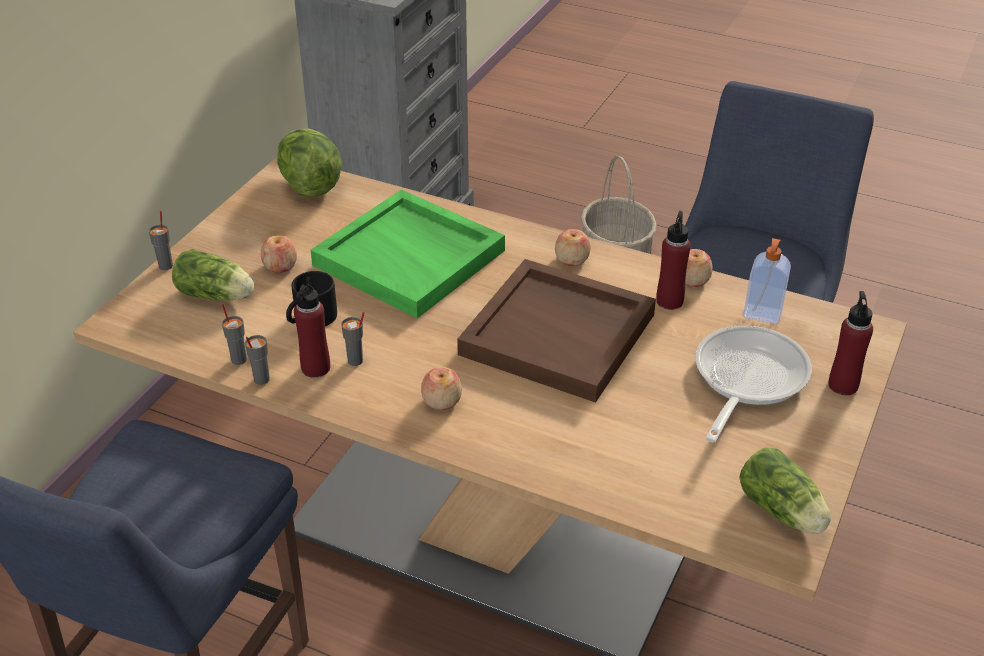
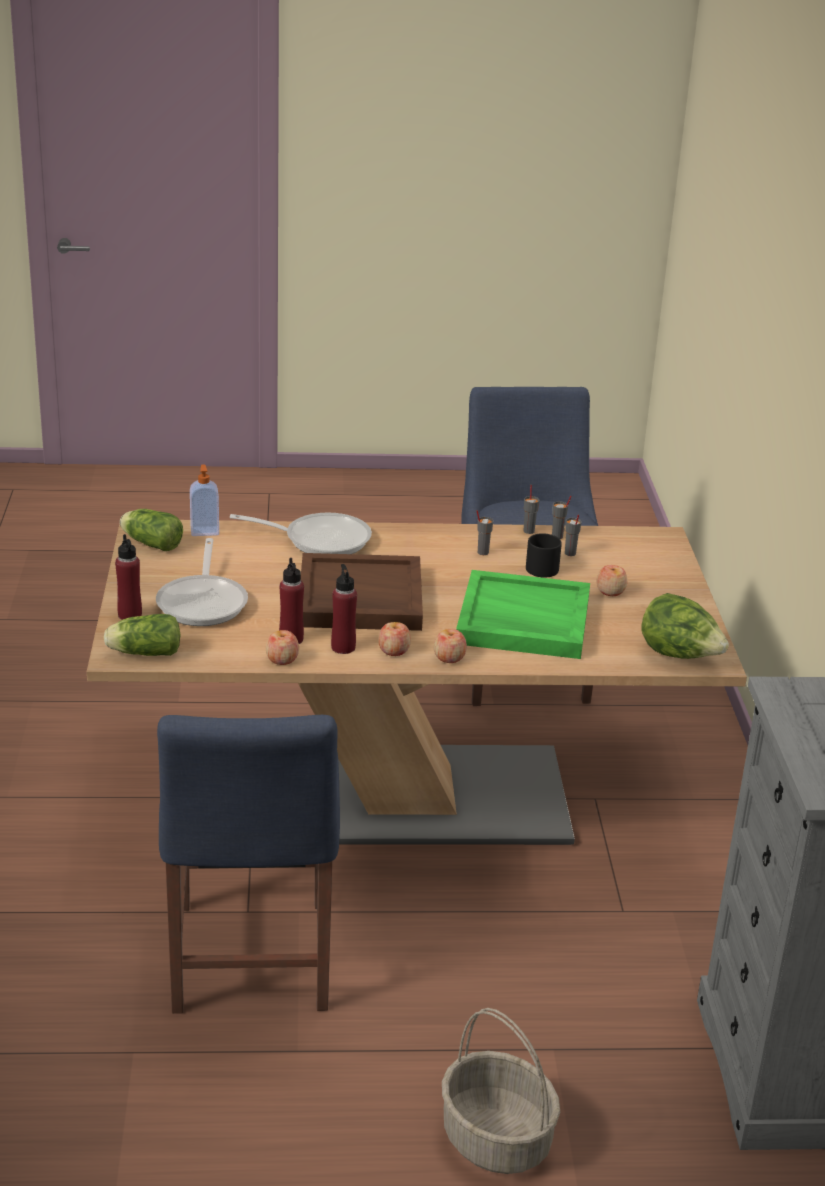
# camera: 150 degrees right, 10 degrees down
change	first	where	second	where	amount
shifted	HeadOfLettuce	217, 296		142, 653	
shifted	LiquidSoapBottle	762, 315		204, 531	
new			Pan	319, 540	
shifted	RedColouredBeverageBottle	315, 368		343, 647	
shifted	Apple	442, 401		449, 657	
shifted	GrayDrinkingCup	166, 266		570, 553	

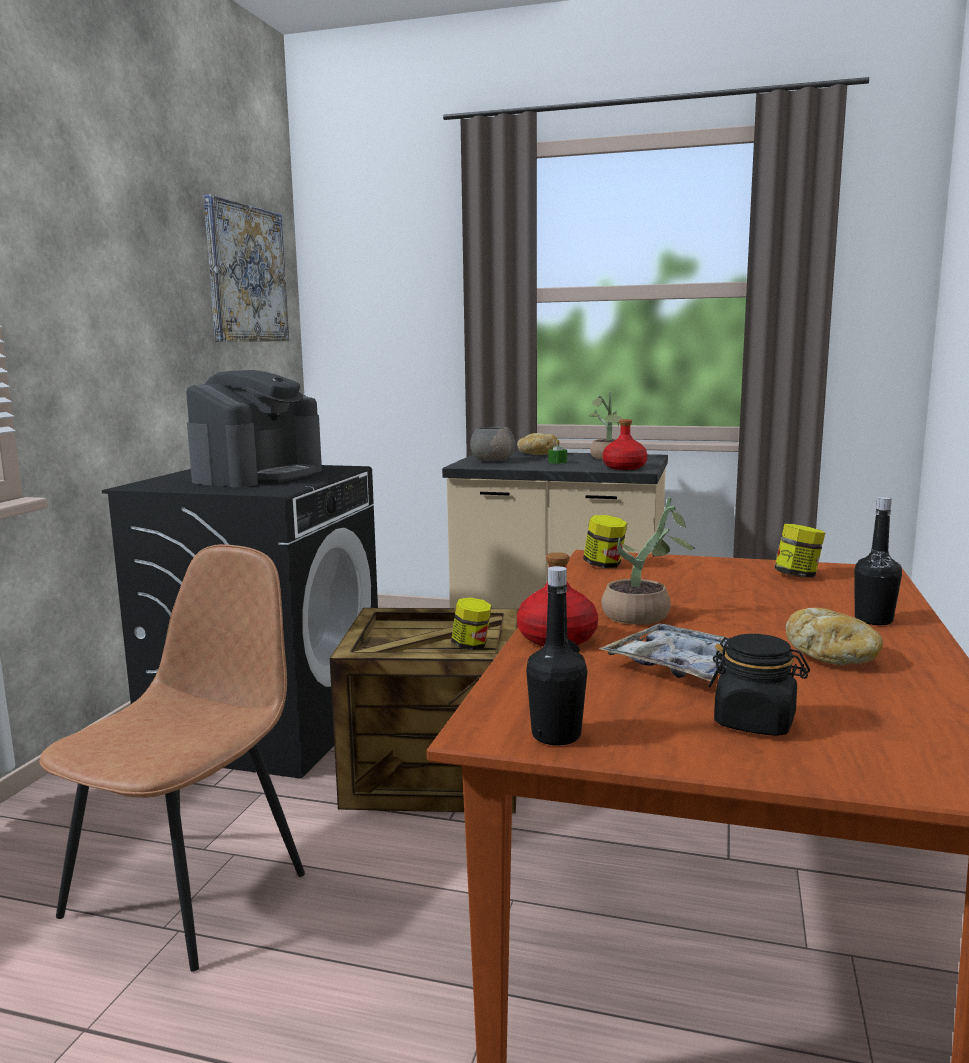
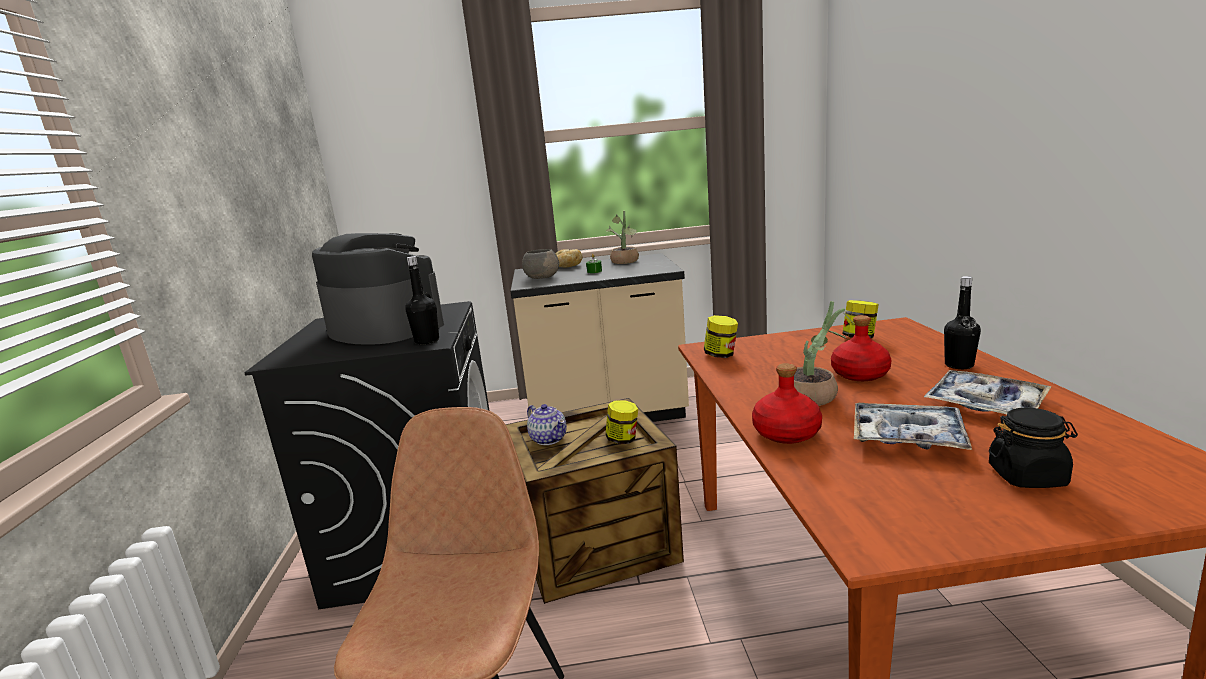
# camera: 20 degrees left, 5 degrees up
change	first	where	second	where	amount
rotated	CoffeeMaker	258, 475		384, 328	60 degrees counterclockwise
shifted	BlackishBeverageBottle	556, 735		427, 341	
new			TeaPot	548, 439	
shifted	RedColouredBeverageBottle	624, 467		859, 374	
swapped	BakedBread	833, 658	Tray	985, 404	
gone	Picture	246, 274			

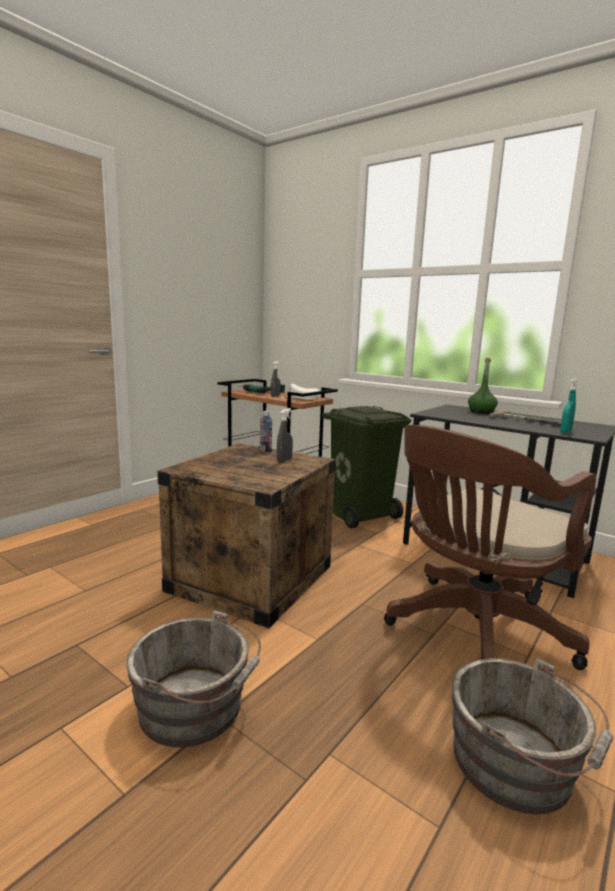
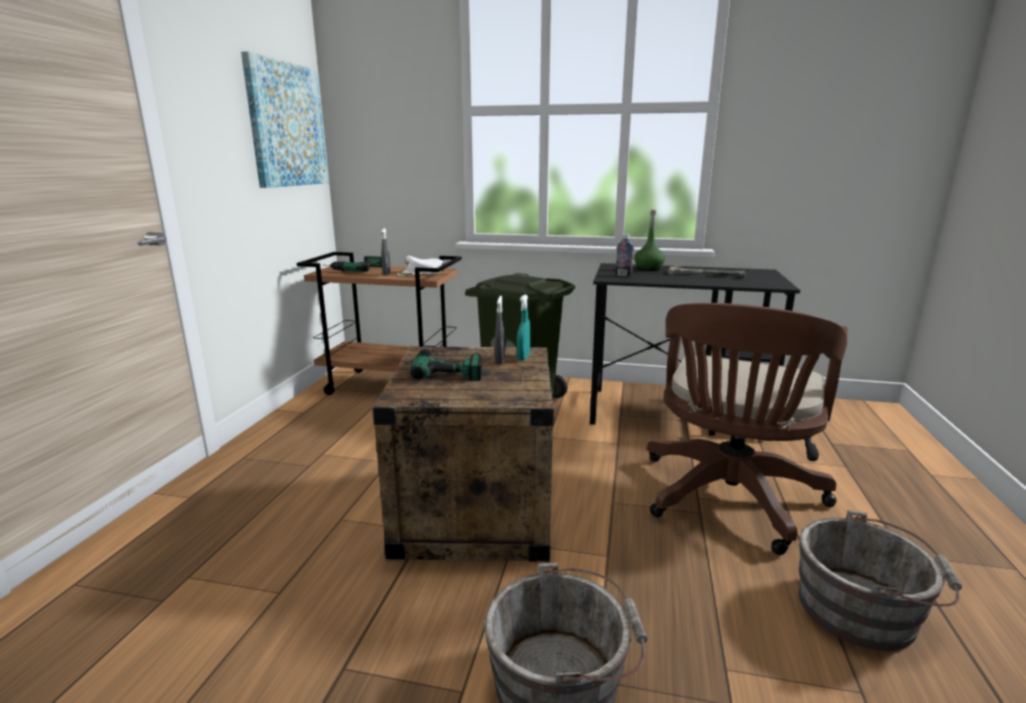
# camera: 25 degrees left, 5 degrees up
change	first	where	second	where	amount
new			Picture	286, 125	
new			Drill	448, 367	
shifted	BlueGreenSprayBottle	565, 432		523, 357	
shifted	BeverageBottle	265, 450		623, 275	

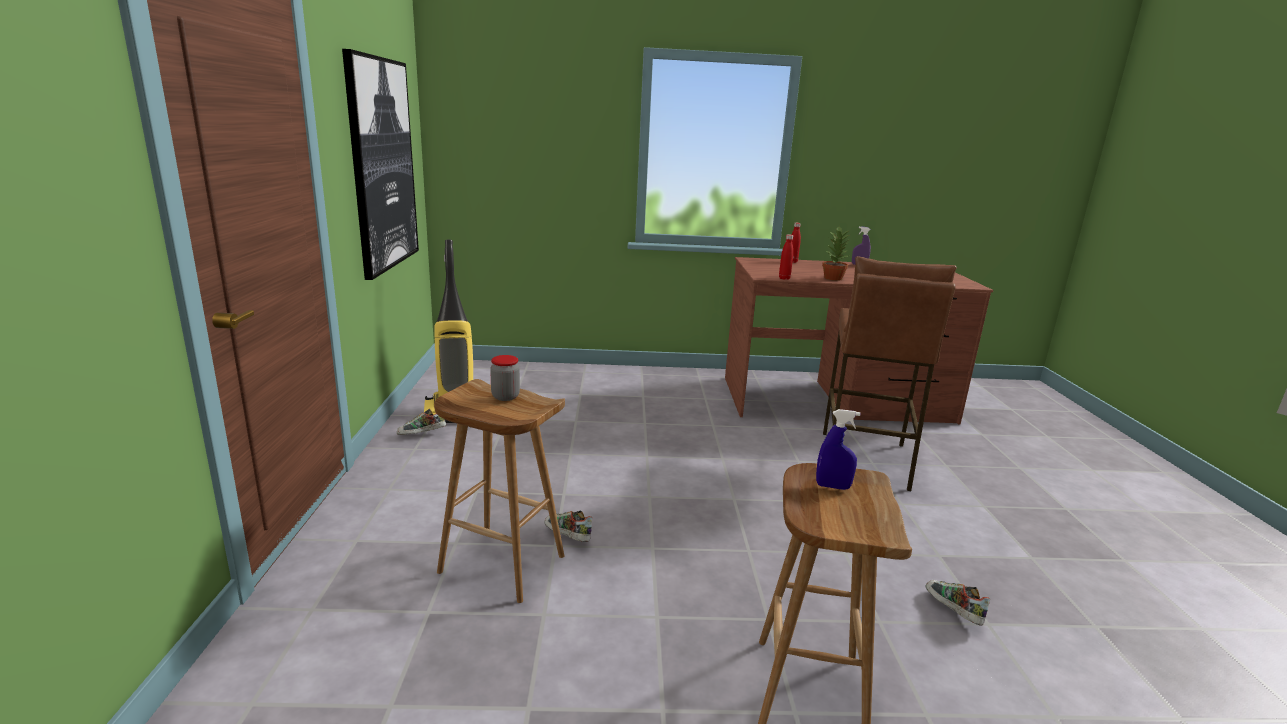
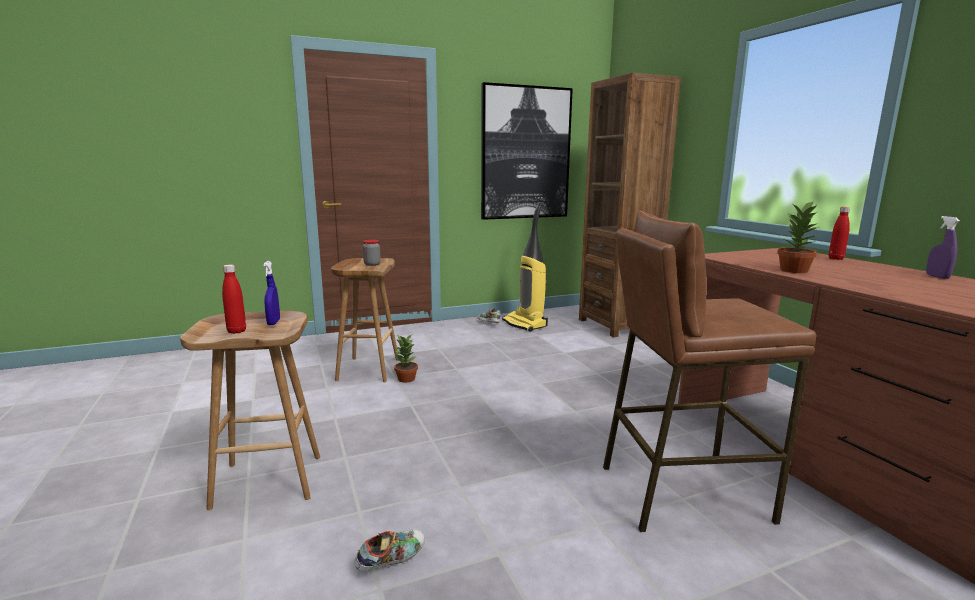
# camera: 70 degrees right, 5 degrees down
change	first	where	second	where	amount
shifted	RedColouredBeverageBottle	784, 278		236, 331	
swapped	ItemOfFootwear	567, 537	PottedPlant	406, 379	
new			BrownBookshelf	616, 325	

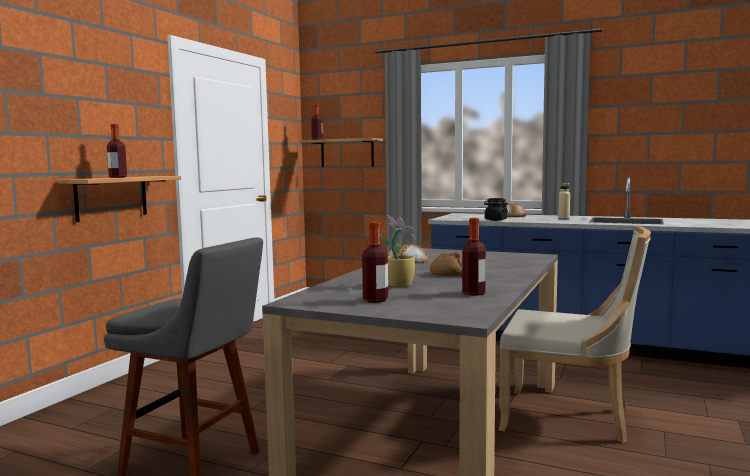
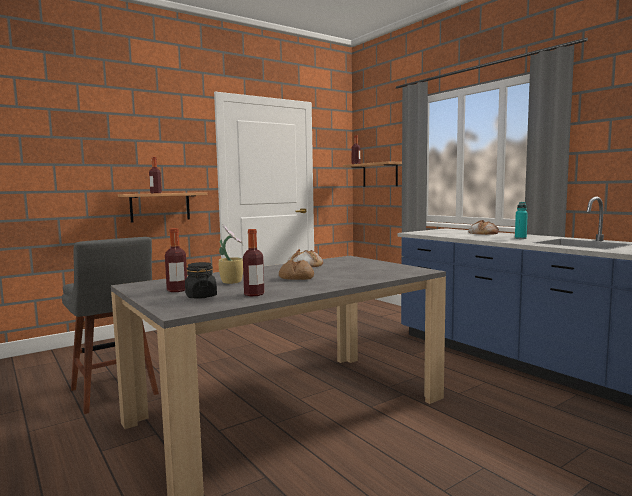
# camera: 30 degrees right, 0 degrees up
change	first	where	second	where	amount
shifted	BlackishPreserveJar	495, 220		201, 296	
repainted	SandColouredBeverageBottle	564, 219	BlueGreenBeverageBottle	520, 238	
gone	SandColouredPlainChair	570, 418			

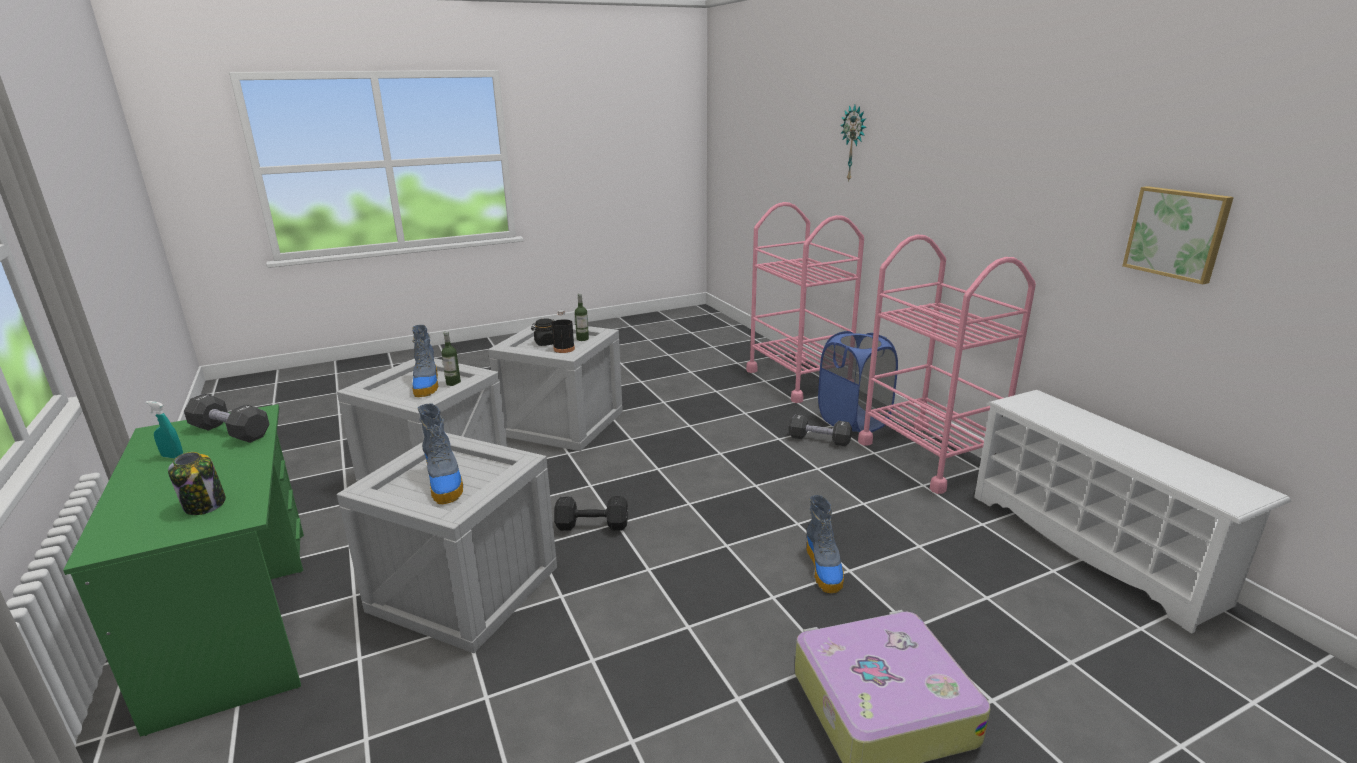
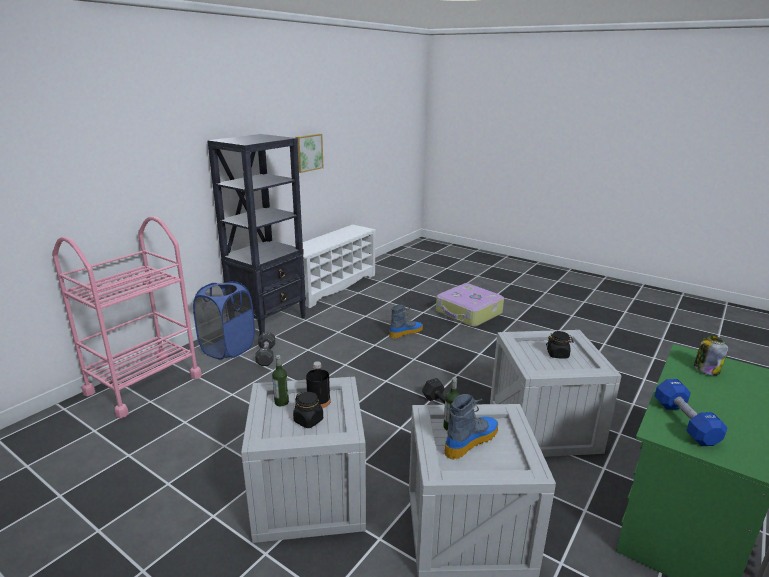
# camera: 120 degrees left, 0 degrees up
change	first	where	second	where	amount
swapped	PinkishCart	928, 456	BlackishBookshelf	269, 321	
swapped	HighTopBoot	444, 483	BlackishPreserveJar	557, 354	
repainted	BlackishDumbbell	230, 432	BlueColouredDumbbell	685, 423	
gone	BlueGreenSprayBottle	172, 456			
gone	HangingClock	854, 143			

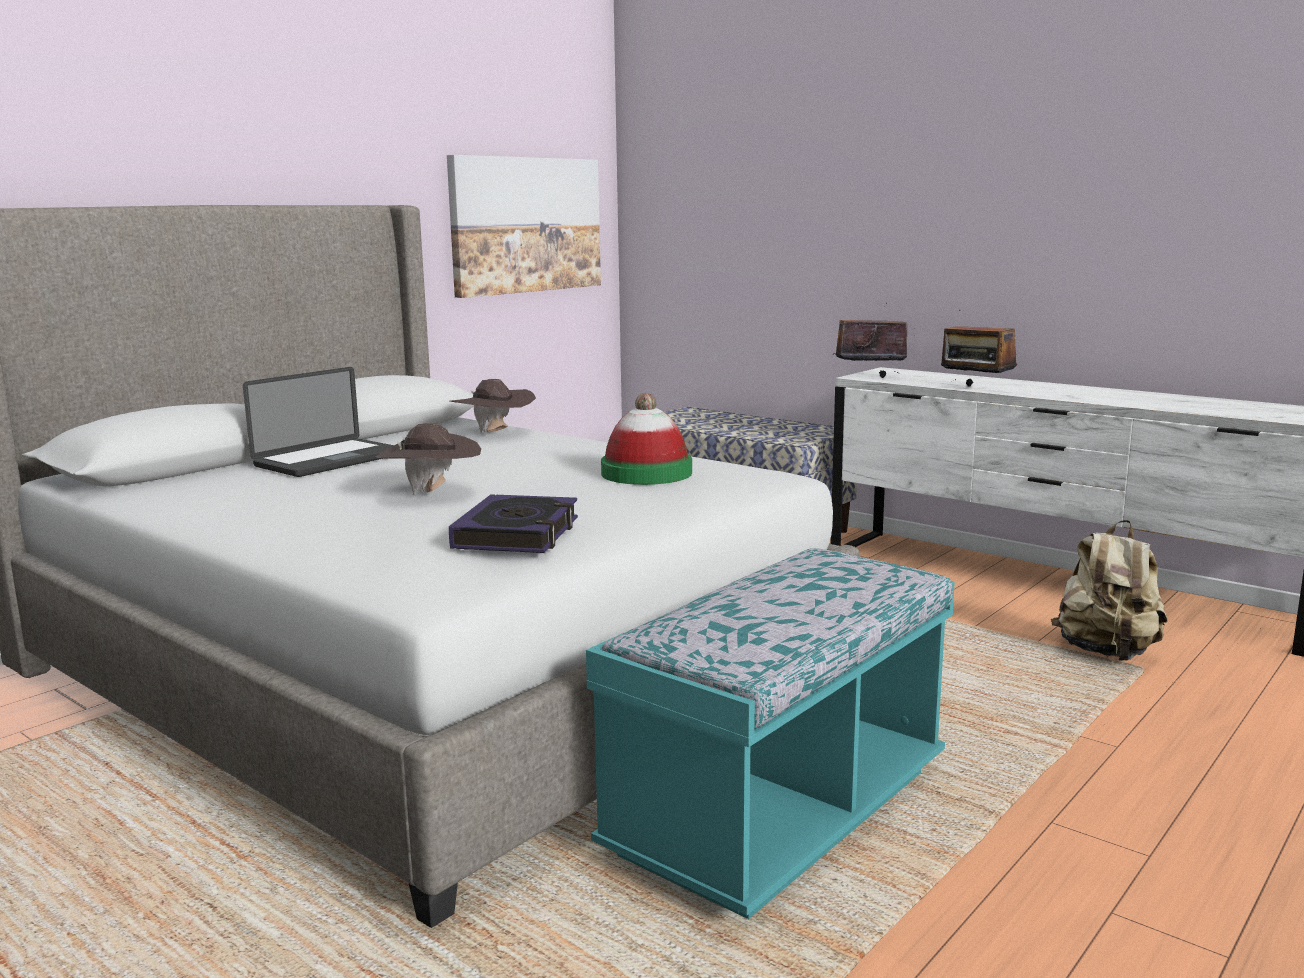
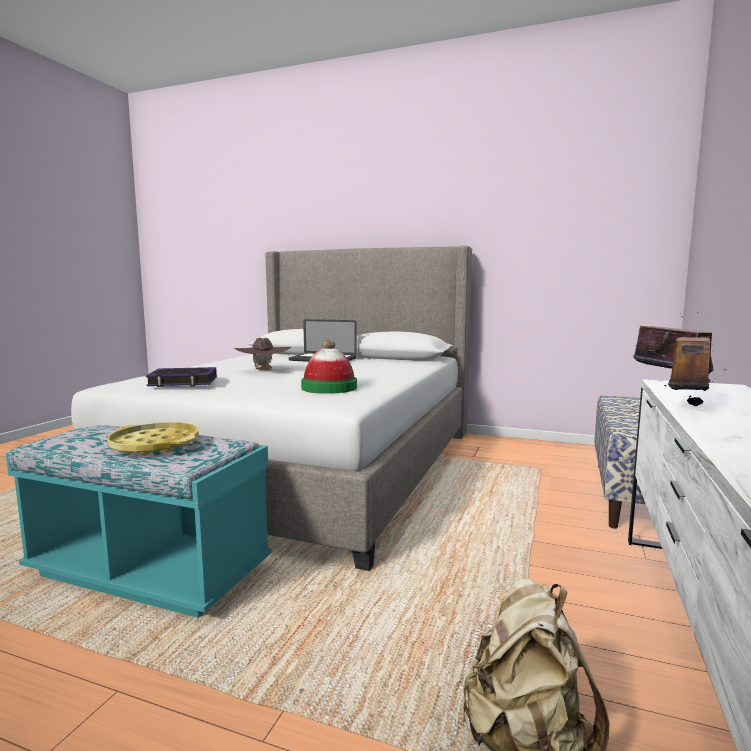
# camera: 70 degrees right, 5 degrees down
change	first	where	second	where	amount
new			YellowColouredTray	155, 445	
gone	Picture	526, 225			
gone	BrownWearableHat	494, 433			

